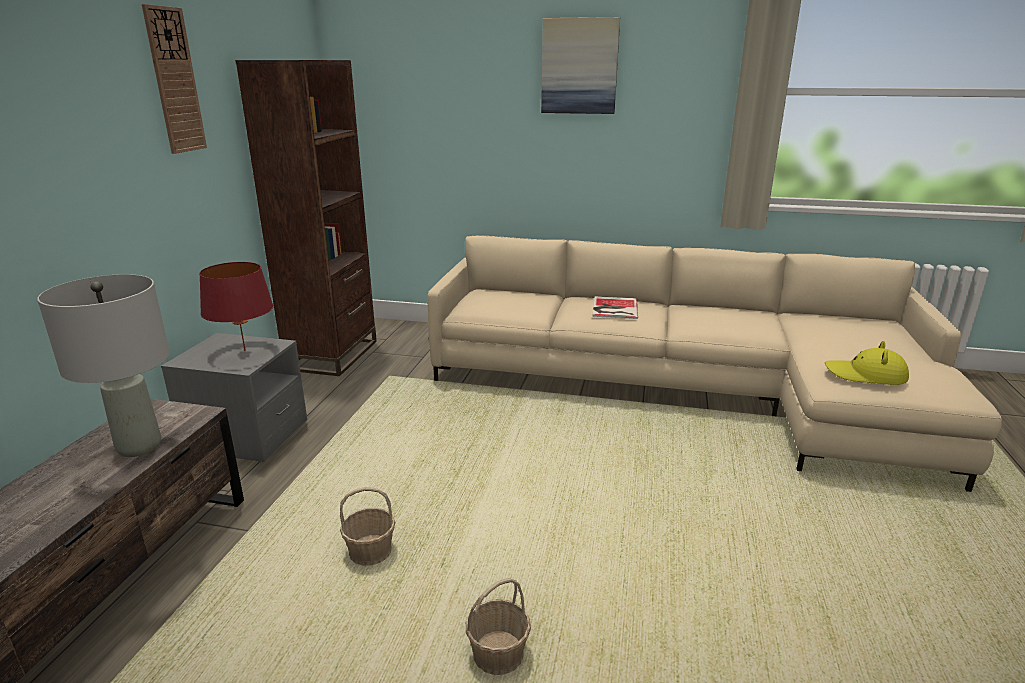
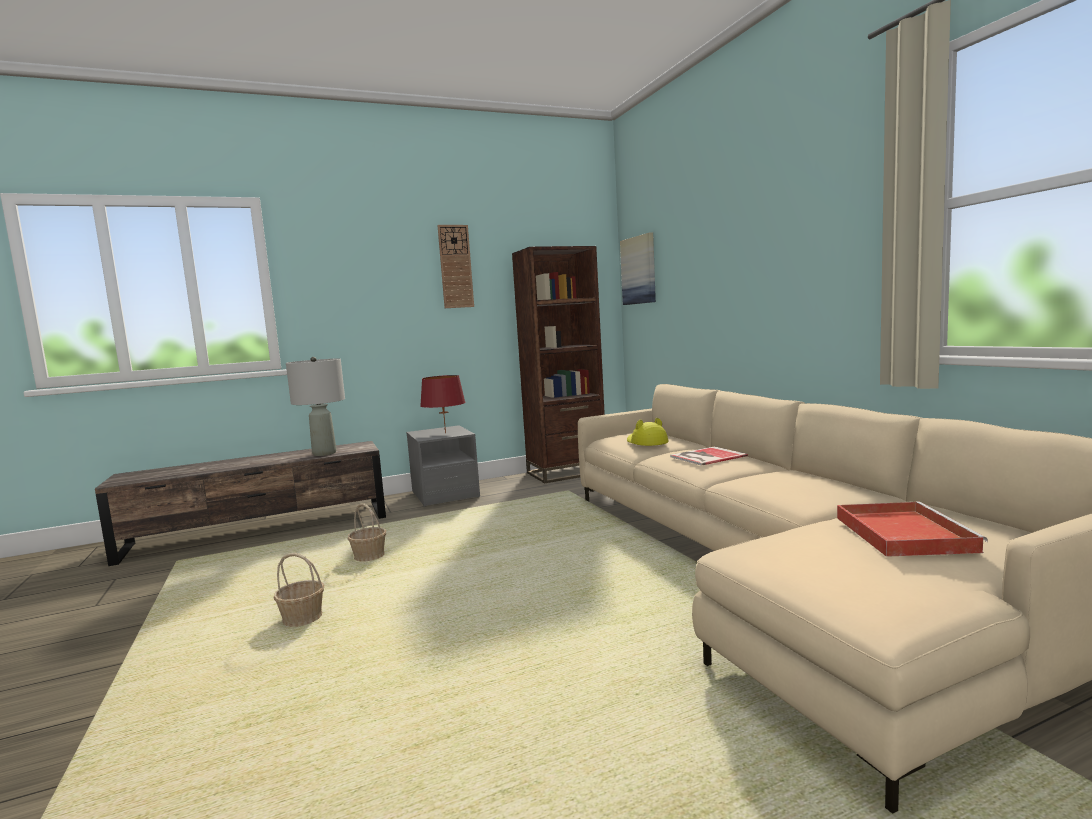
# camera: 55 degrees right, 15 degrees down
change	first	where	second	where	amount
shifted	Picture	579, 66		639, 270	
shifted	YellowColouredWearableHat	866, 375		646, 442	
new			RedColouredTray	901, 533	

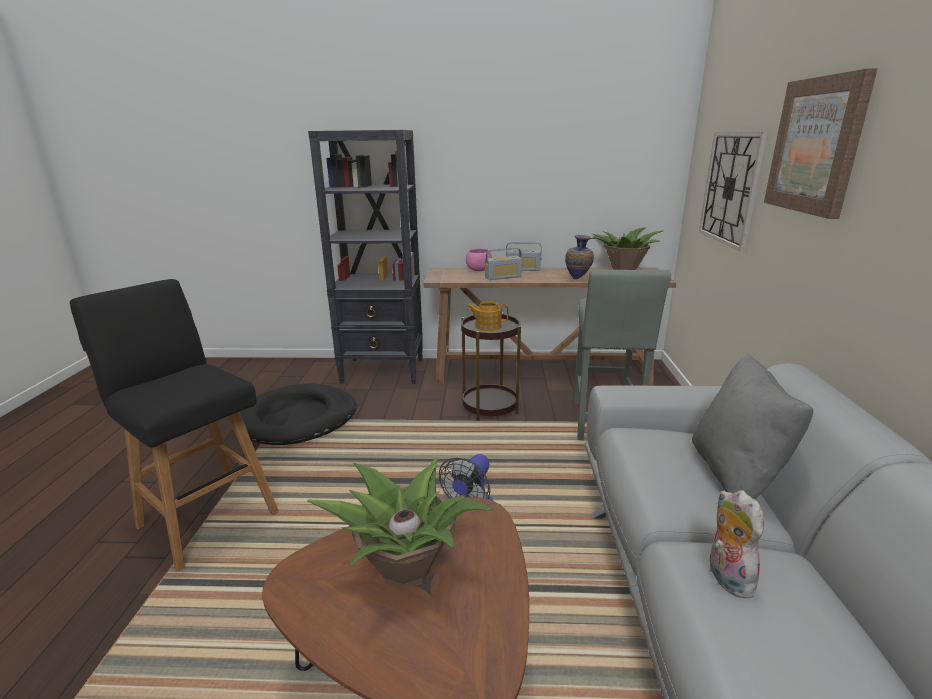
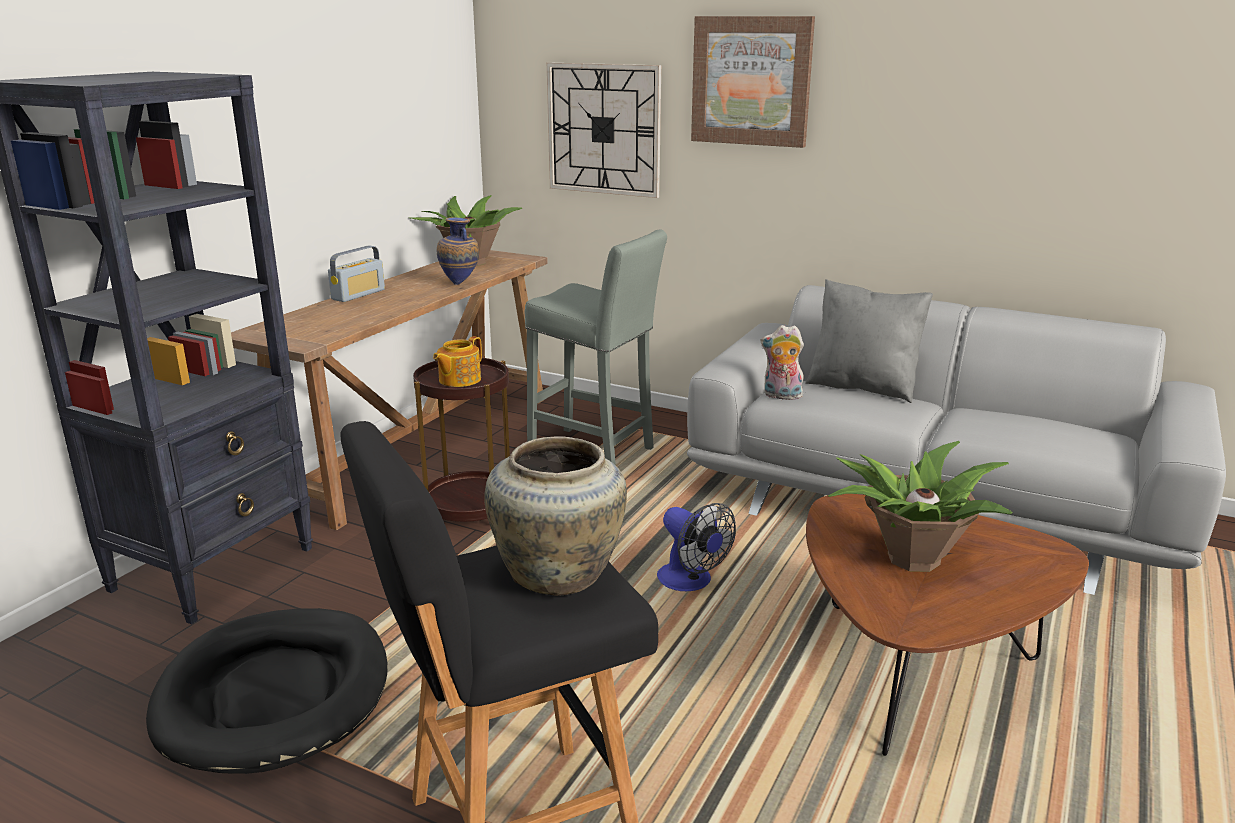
# camera: 65 degrees left, 0 degrees up
change	first	where	second	where	amount
new			SandColouredDecorativeVase	559, 574	
shifted	CuddlyToy	725, 577		781, 396	
gone	PinkishServingBowl	478, 270			
gone	RadioReceiver	503, 277			

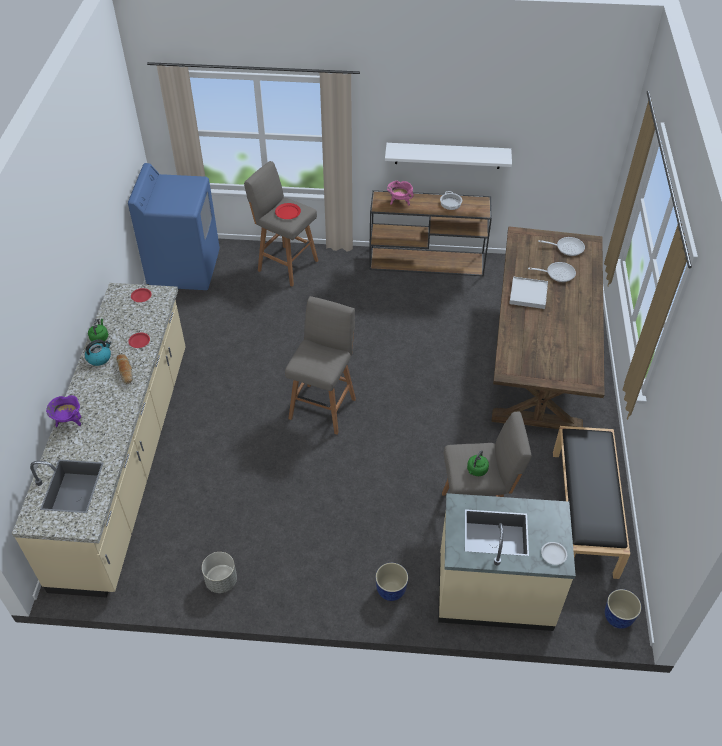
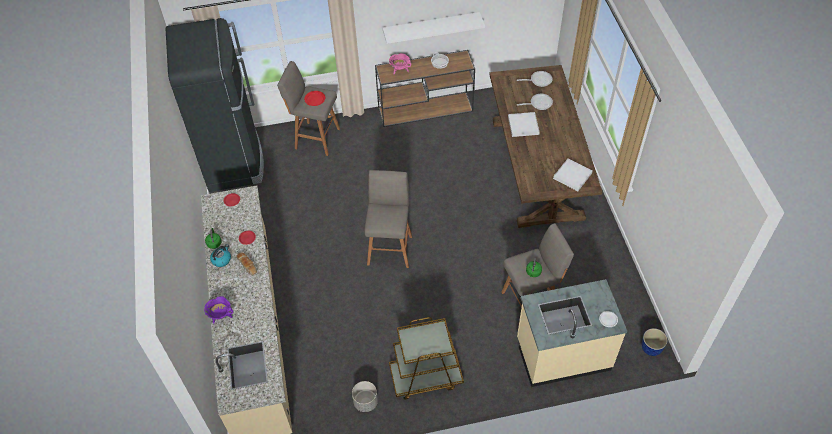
# camera: 15 degrees left, 5 degrees up
change	first	where	second	where	amount
swapped	BlueColouredWashingMachine	184, 268	BlackishRefrigerator	233, 160	
new			BrownCart	425, 377	
new			WhiteTray	572, 176	
gone	PlantPot	390, 591			
gone	BlackishIndoorBench	585, 513			

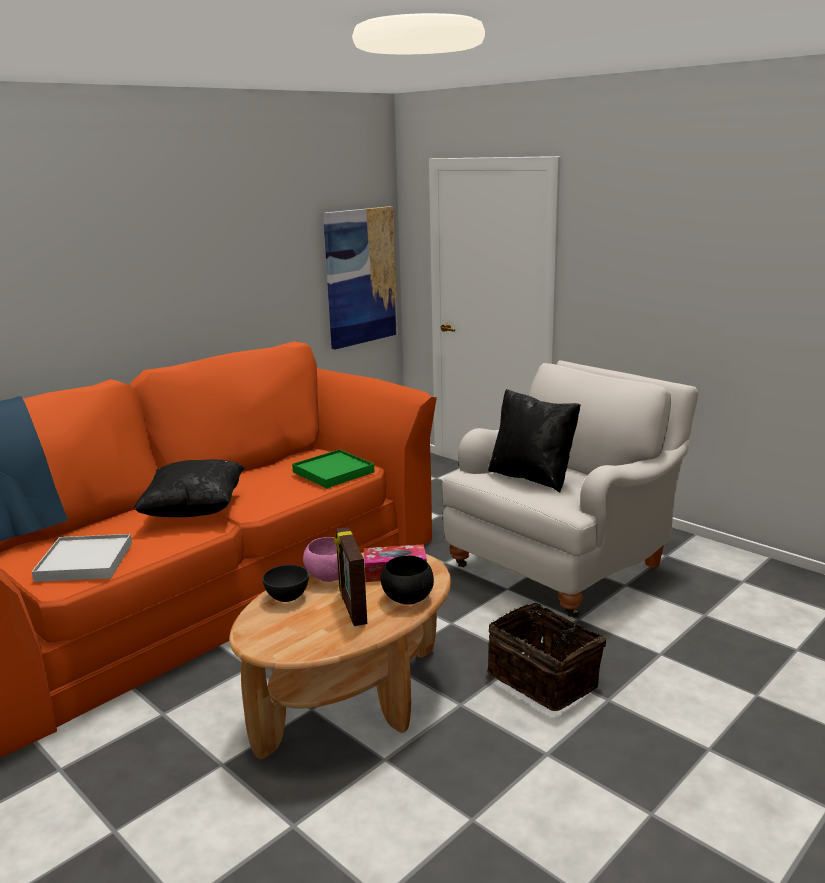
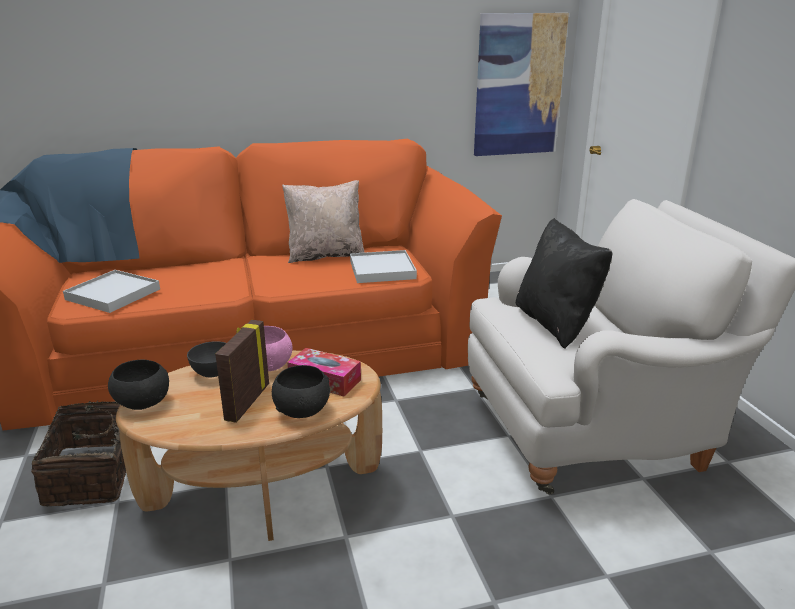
# camera: 30 degrees right, 5 degrees up
change	first	where	second	where	amount
shifted	StorageBasket	544, 678		94, 475	
new			BlackishServingBowl	142, 403	
new			SandColouredPillow	325, 255	
repainted	GreenColouredTray	333, 472	WhiteTray	382, 270	
gone	BlackishPillow	194, 511			

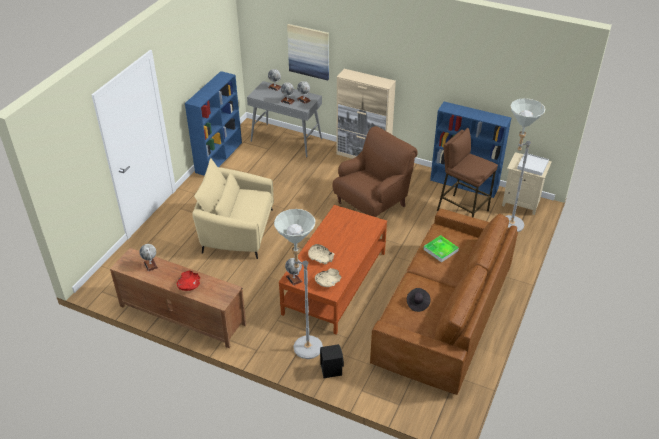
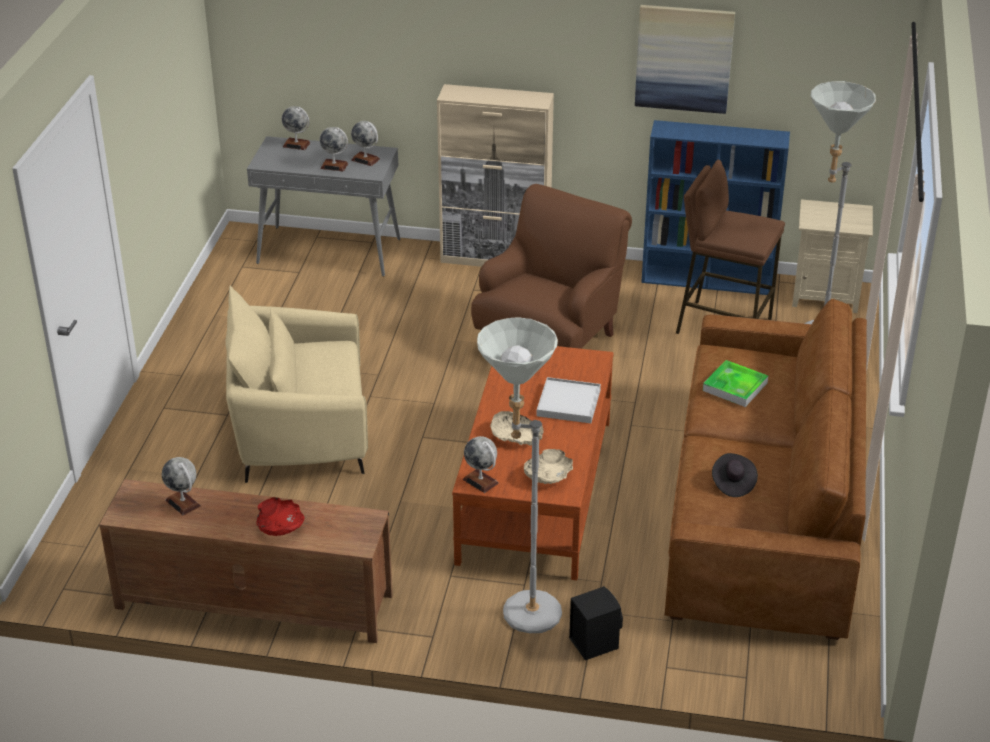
# camera: 15 degrees left, 5 degrees down
change	first	where	second	where	amount
shifted	WhiteTray	532, 165		568, 403	
shifted	Picture	309, 51		684, 58	
gone	BlueColouredBookshelf	219, 157			

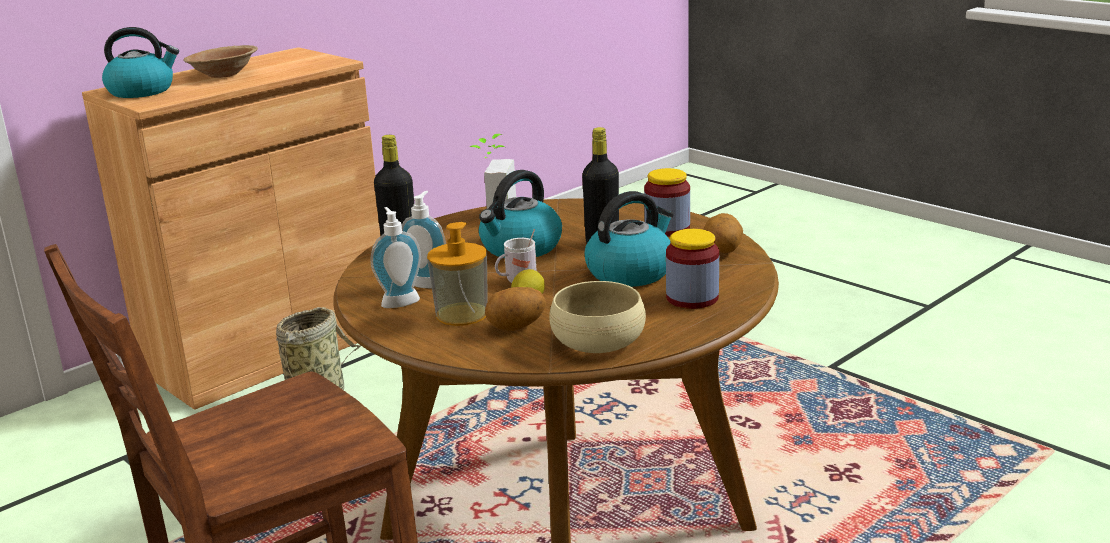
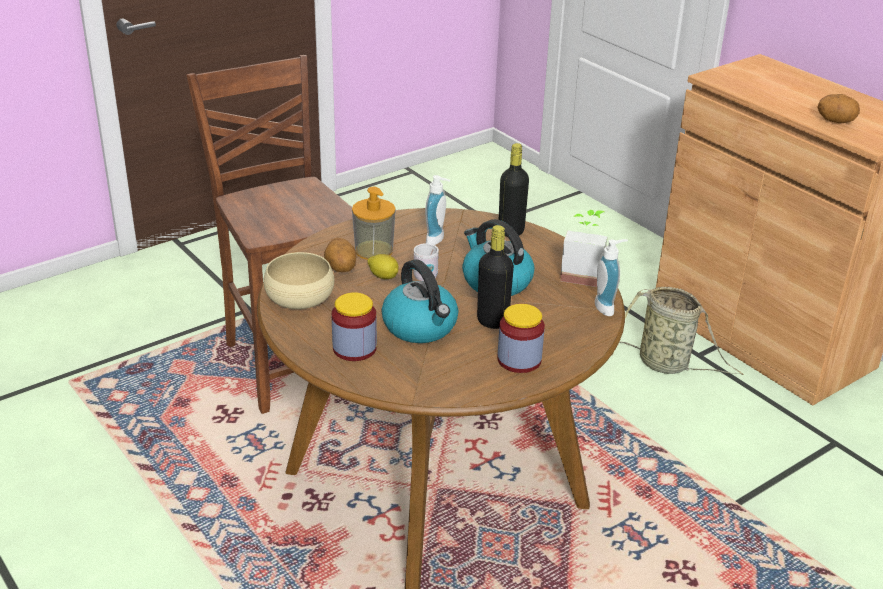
# camera: 95 degrees right, 10 degrees up
change	first	where	second	where	amount
shifted	LiquidSoapBottle	399, 301		607, 307	
shifted	WholePotato	722, 251		835, 121	
gone	TeaKettle	142, 91			
gone	BrownServingBowl	224, 74			

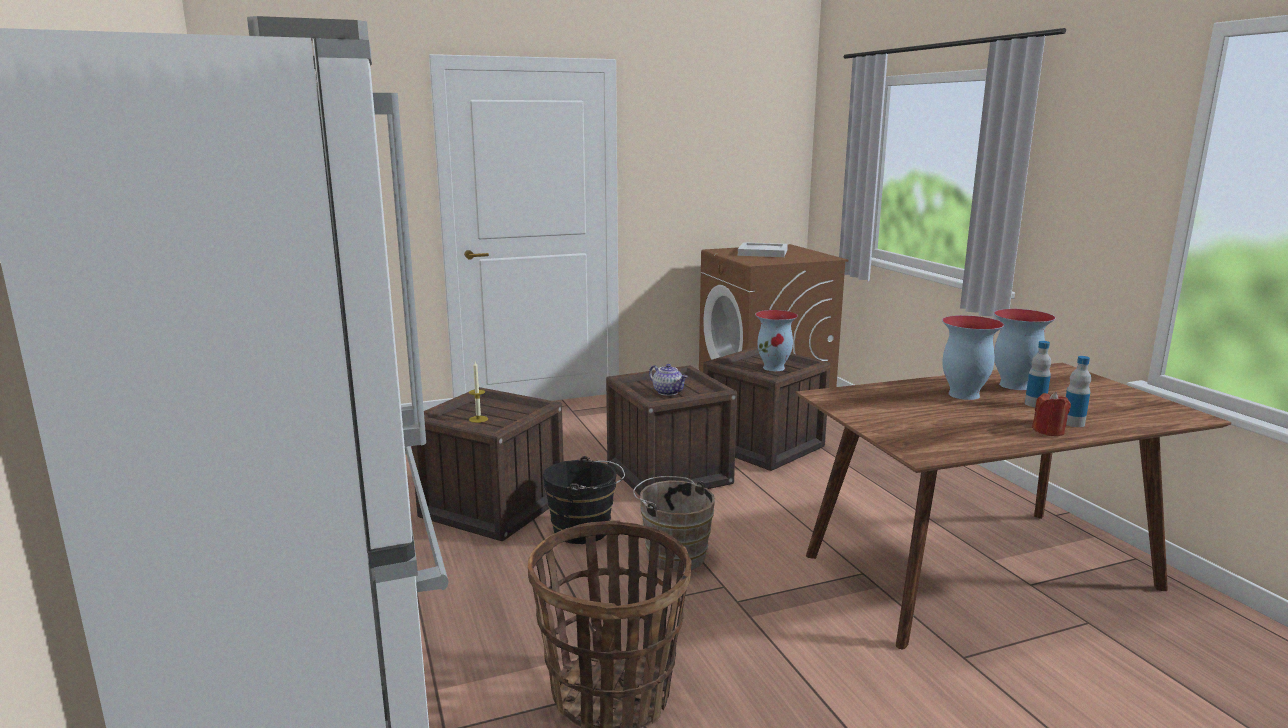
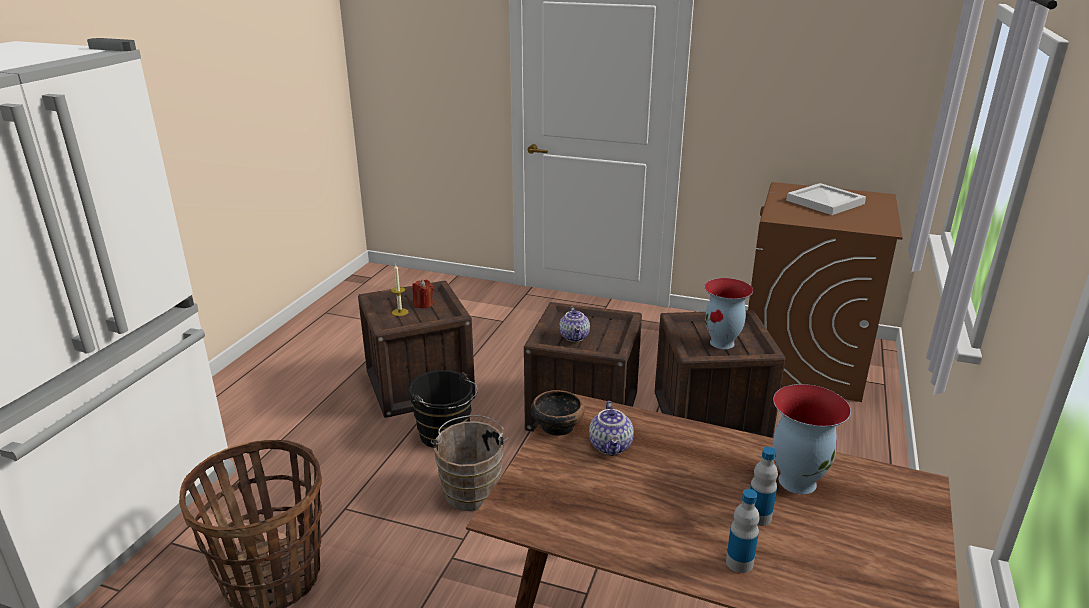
# camera: 40 degrees right, 10 degrees up
change	first	where	second	where	amount
shifted	RedColouredWaxLight	1048, 431		423, 304	
new			ServingBowl	557, 426	
new			TeaPot	611, 446	
gone	DecorativeVase	962, 394			

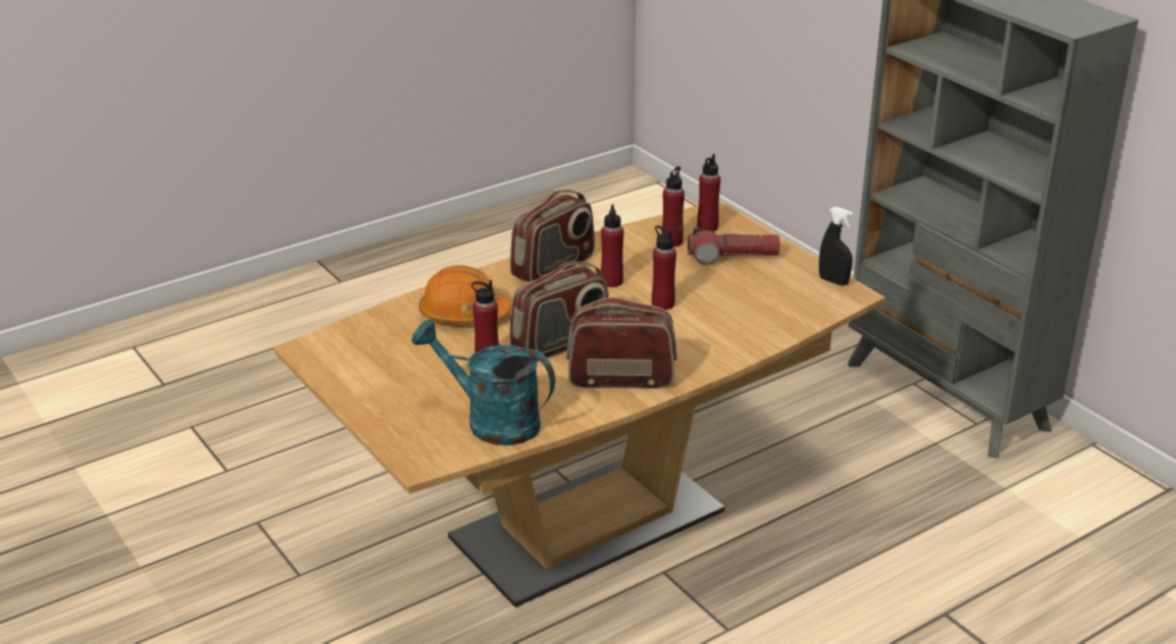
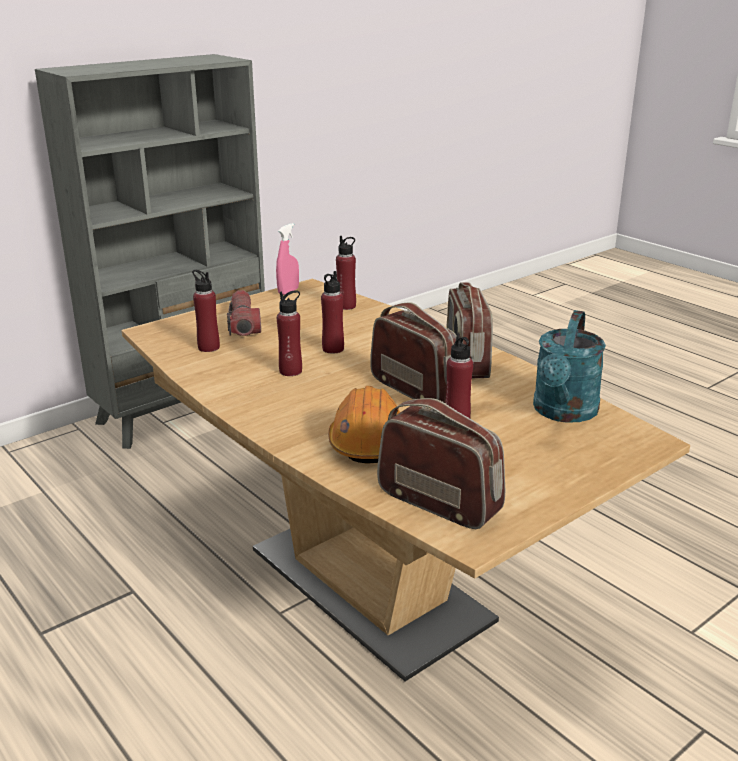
# camera: 95 degrees left, 5 degrees down
change	first	where	second	where	amount
repainted	BlackishSprayBottle	833, 281	PinkishSprayBottle	288, 291	
shifted	RedColouredBeverageBottle	707, 227		346, 306	
shifted	RadioReceiver	553, 267		439, 502	

